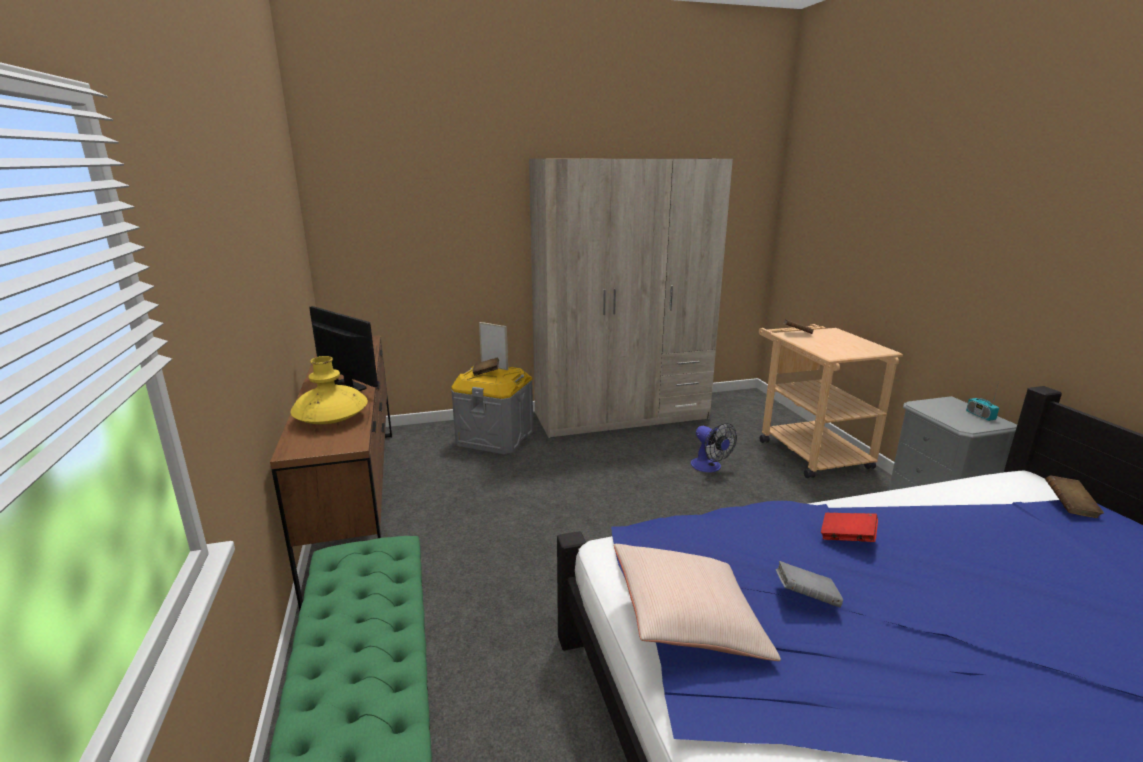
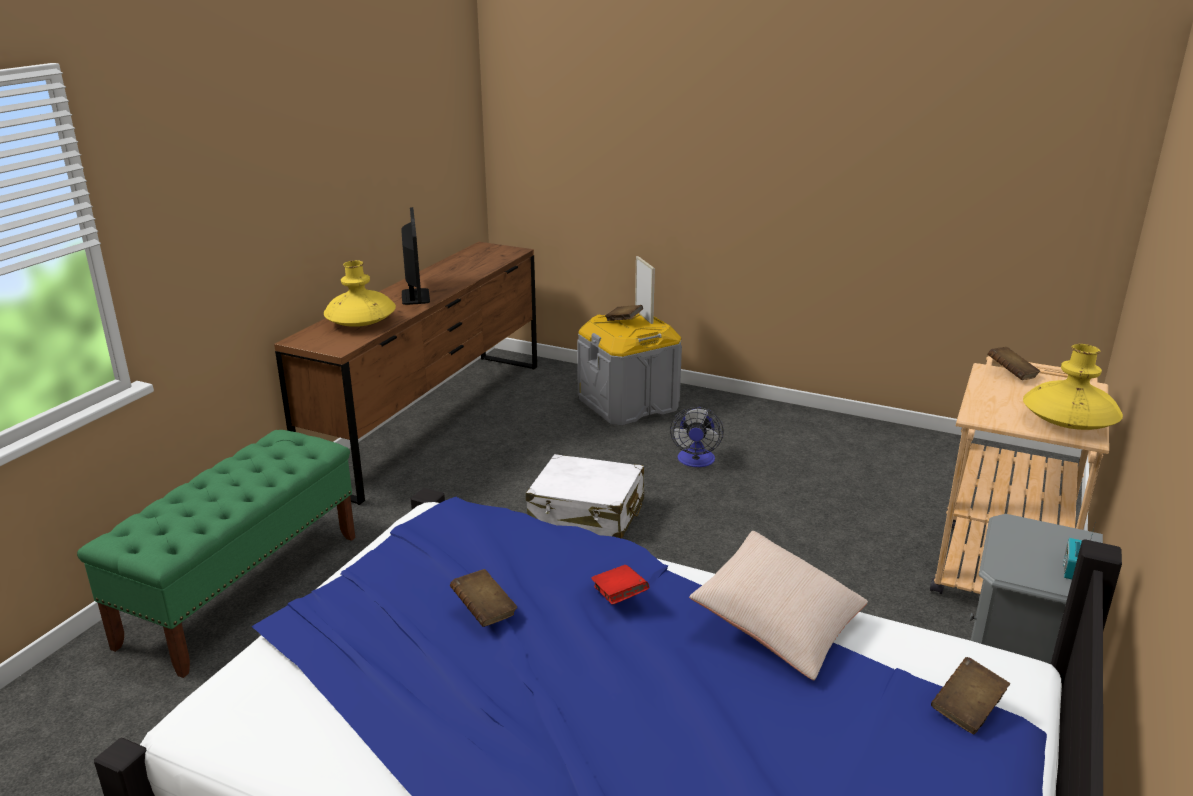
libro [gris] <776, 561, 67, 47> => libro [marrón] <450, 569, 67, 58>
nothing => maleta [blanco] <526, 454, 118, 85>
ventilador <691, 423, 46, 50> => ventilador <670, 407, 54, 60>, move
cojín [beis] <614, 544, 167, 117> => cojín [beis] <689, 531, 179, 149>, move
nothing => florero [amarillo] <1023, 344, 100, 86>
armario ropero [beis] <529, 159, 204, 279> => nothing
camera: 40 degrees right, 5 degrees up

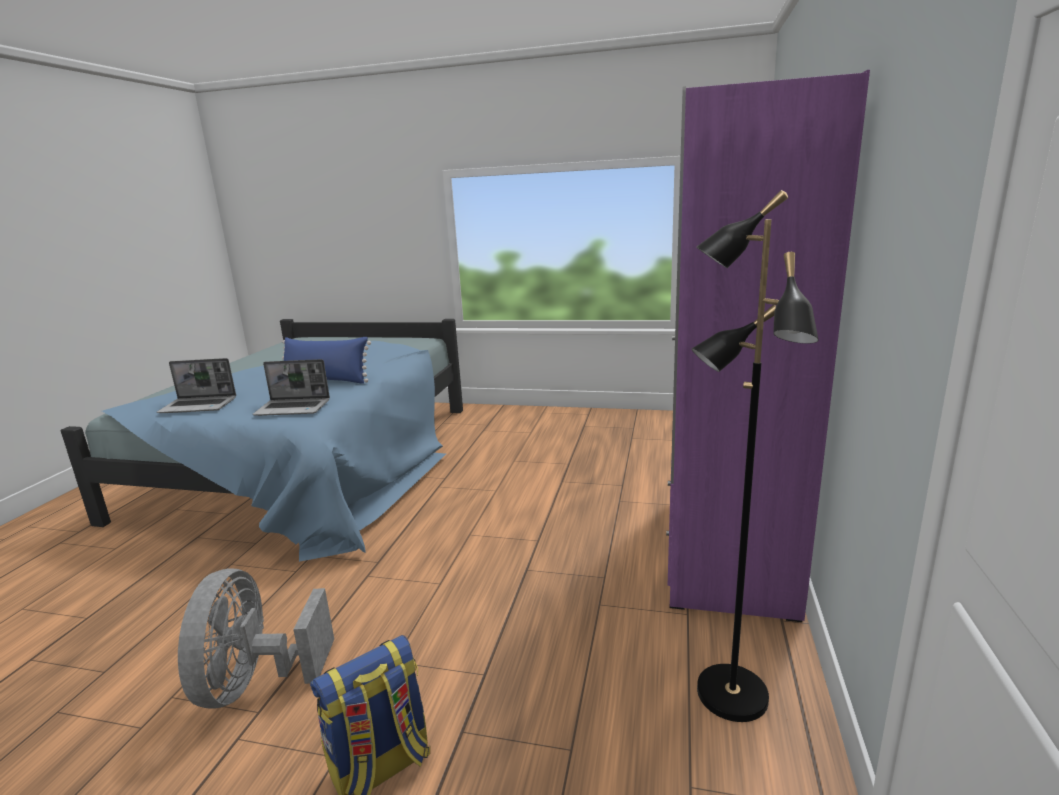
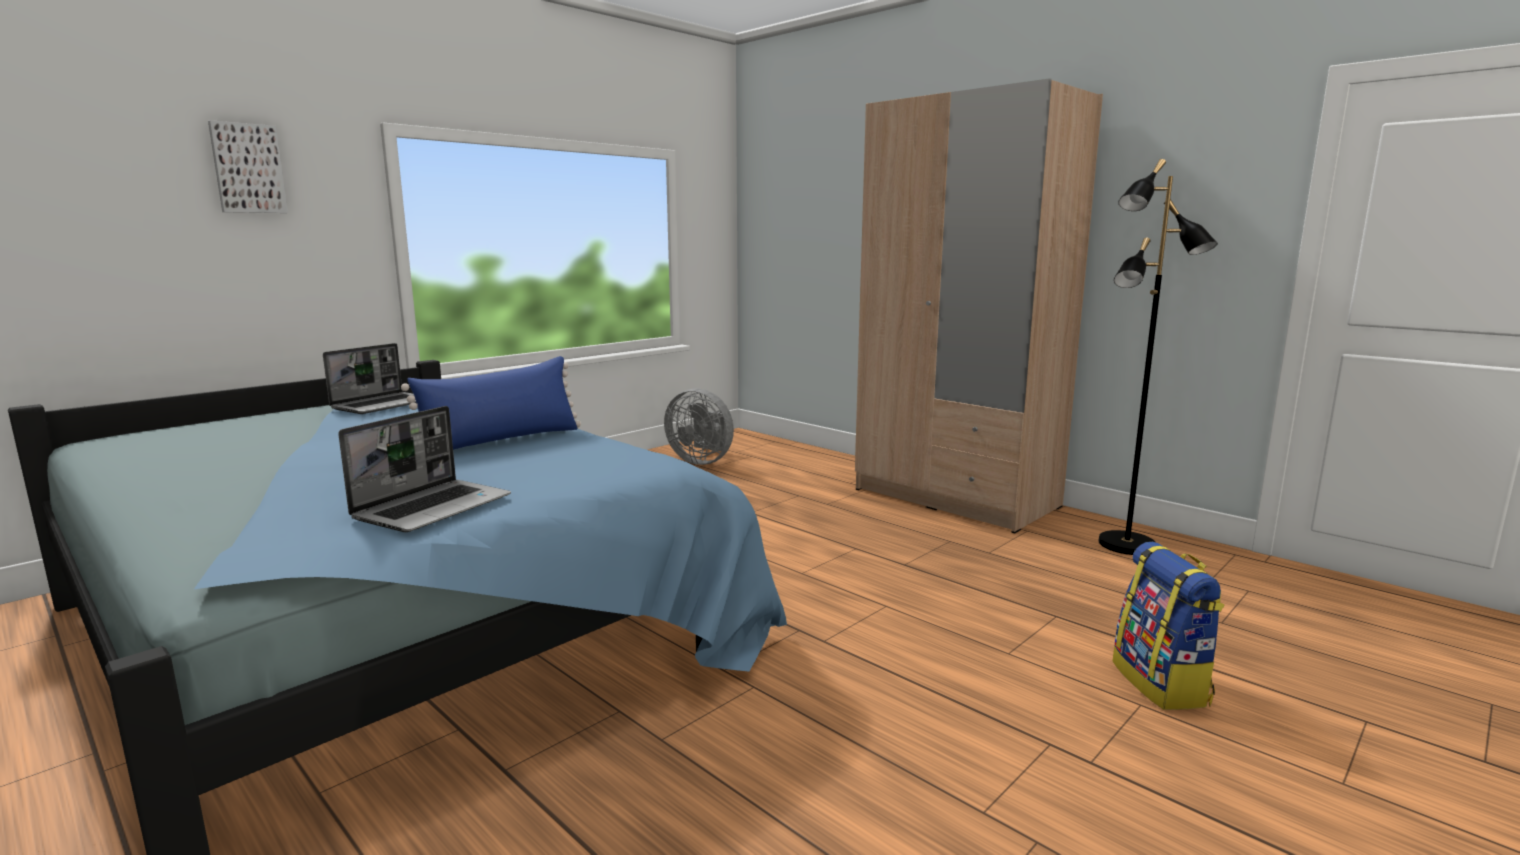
nothing => cuadro <208, 120, 80, 93>
portátil <253, 359, 77, 57> => portátil <323, 343, 93, 71>, move
ventilador [gris] <178, 569, 156, 140> => ventilador [gris] <664, 389, 70, 76>, move
armario ropero [morado] <666, 70, 204, 552> => armario ropero [beis] <855, 78, 248, 455>
camera: 60 degrees left, 5 degrees down

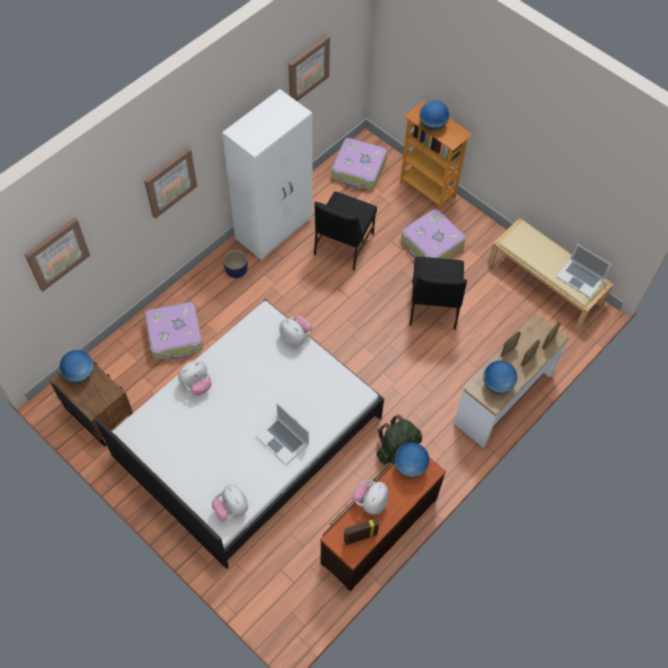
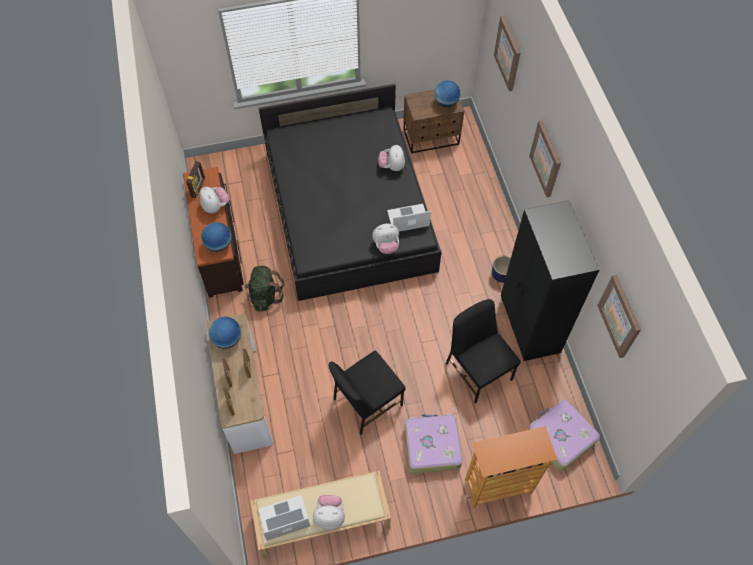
cama [blanco] <95, 299, 289, 270> => cama [negro] <259, 84, 183, 217>
peluche <212, 485, 36, 36> => peluche <313, 495, 32, 35>, move
silla [negro] <409, 257, 58, 73> => silla [negro] <328, 351, 77, 84>, 75 degrees counterclockwise
portátil <255, 403, 54, 62> => portátil <387, 204, 44, 28>, move
armario ropero [blanco] <222, 89, 91, 171> => armario ropero [negro] <501, 200, 98, 161>
maleta <145, 302, 58, 58> => nothing
globo terráqueo <420, 100, 29, 31> => nothing
camera: 125 degrees right, 0 degrees up

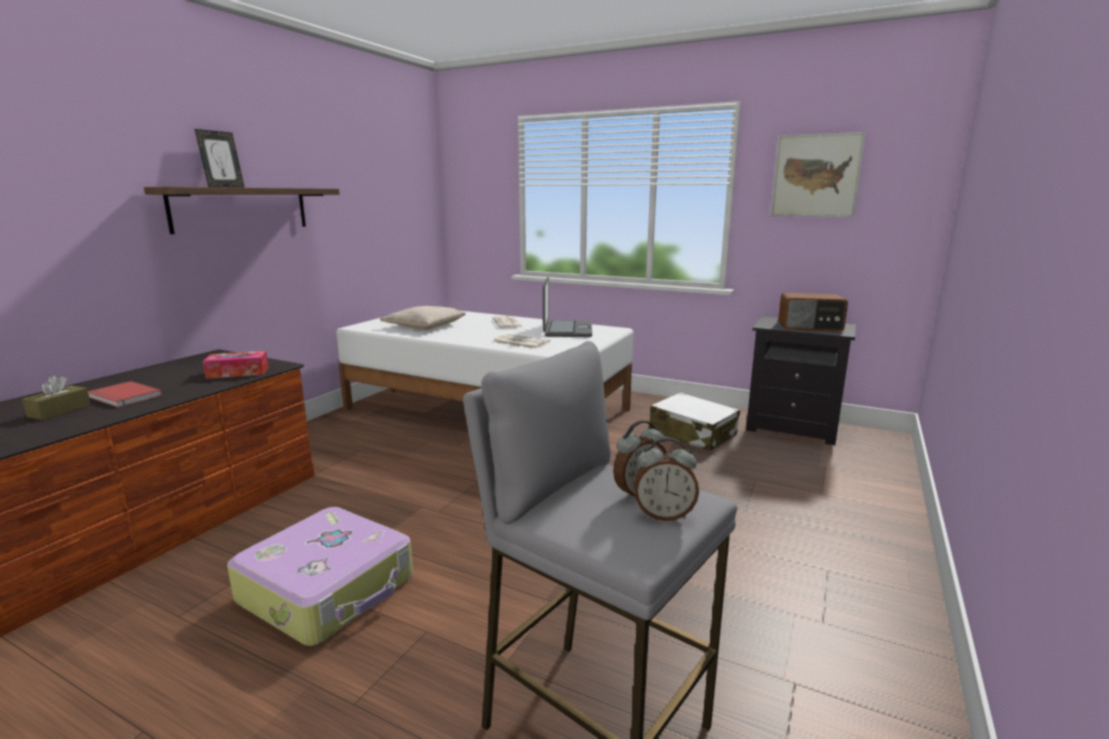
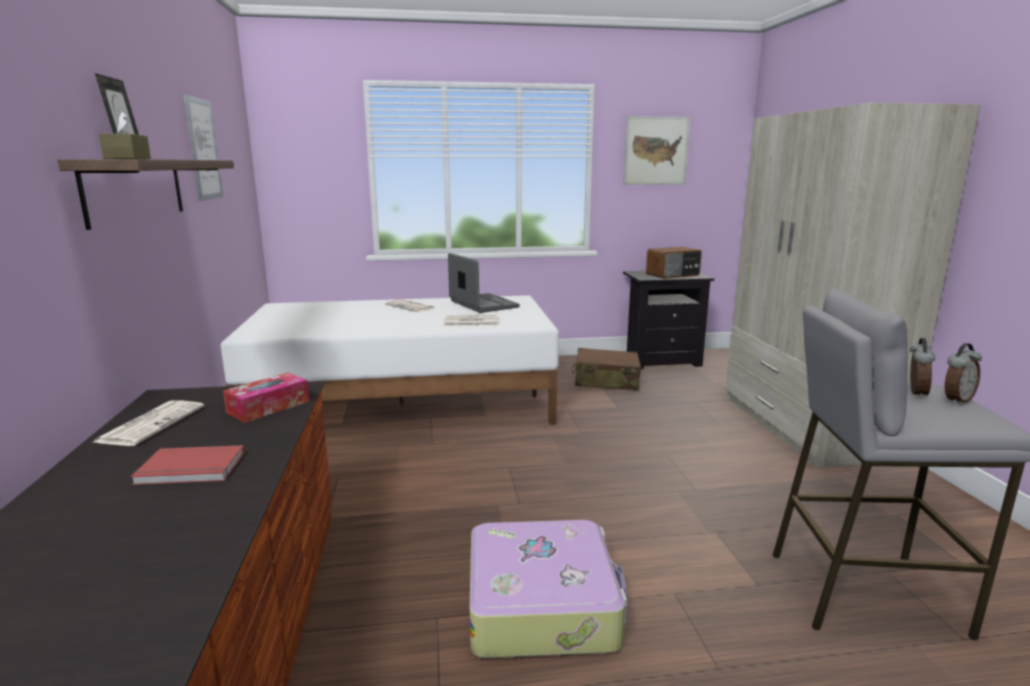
nothing => periódico <93, 400, 111, 46>
caja de pañuelos [marrón] <22, 375, 68, 45> => caja de pañuelos [marrón] <99, 112, 52, 47>, move
nothing => cuadro <183, 94, 40, 107>
maleta [blanco] <649, 392, 91, 59> => maleta [marrón] <572, 348, 69, 43>
nothing => armario ropero [beis] <726, 103, 254, 364>
cojín [beis] <380, 306, 86, 24> => nothing
camera: 35 degrees left, 0 degrees up

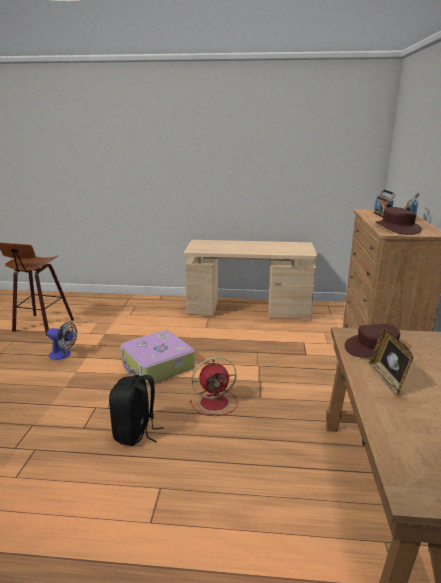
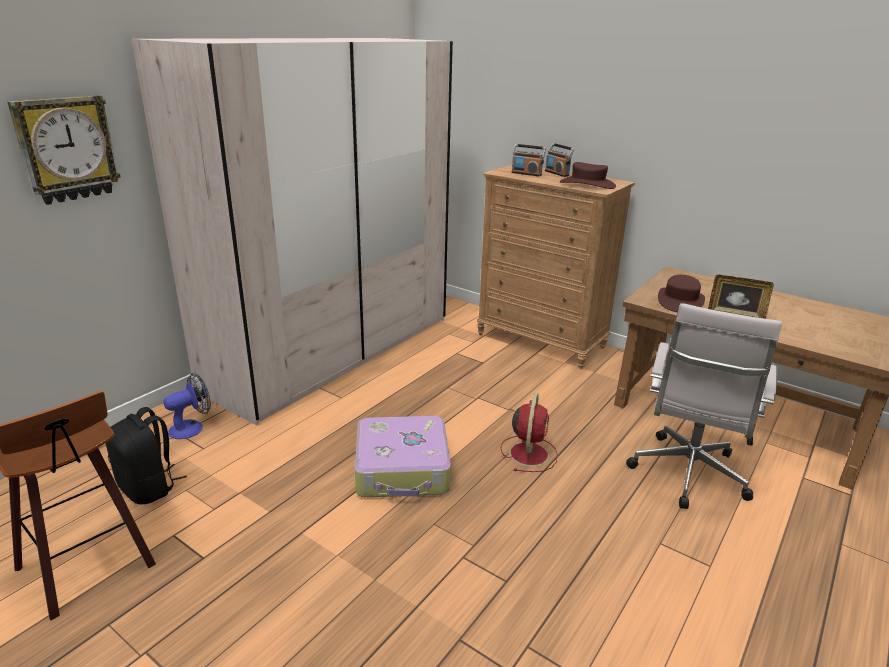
nothing => reloj de pared <7, 95, 114, 110>
mochila [negro] <109, 375, 55, 71> => mochila [negro] <105, 407, 82, 98>, move
escritorio [beis] <184, 240, 133, 79> => armario ropero [beis] <132, 38, 321, 388>
ventilador <47, 322, 30, 38> => ventilador <163, 373, 48, 66>, move
nothing => silla de oficina [blanco] <626, 303, 156, 206>
camera: 60 degrees left, 5 degrees up

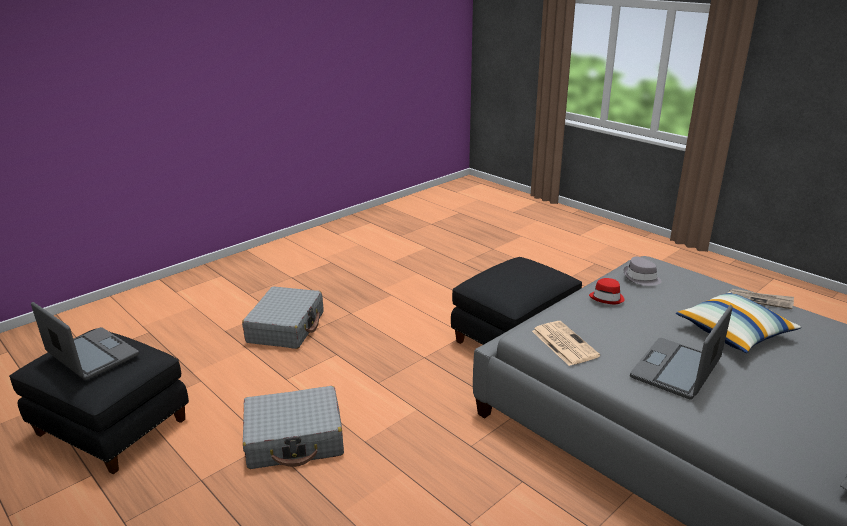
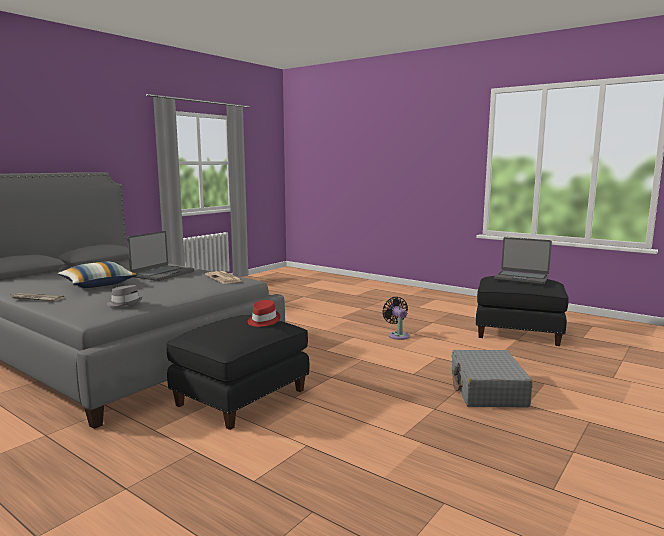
sombrero [rojo] <589, 278, 36, 26> => sombrero [rojo] <248, 300, 32, 27>, move
maleta [gris] <243, 386, 101, 83> => ventilador [negro] <382, 297, 28, 43>
camera: 170 degrees right, 15 degrees down

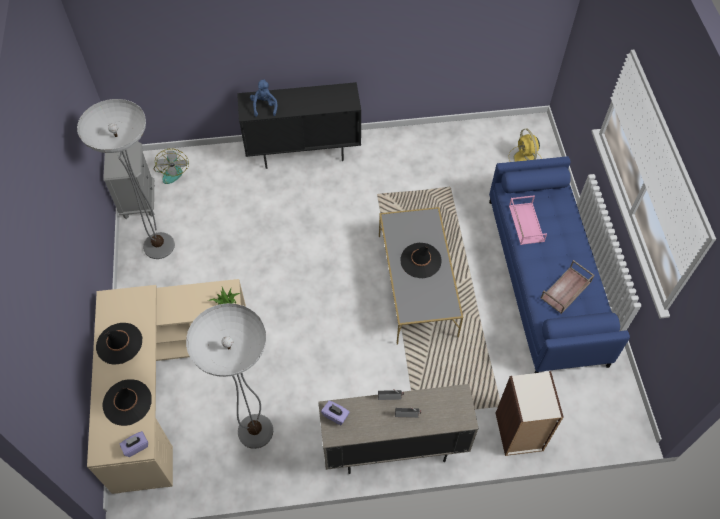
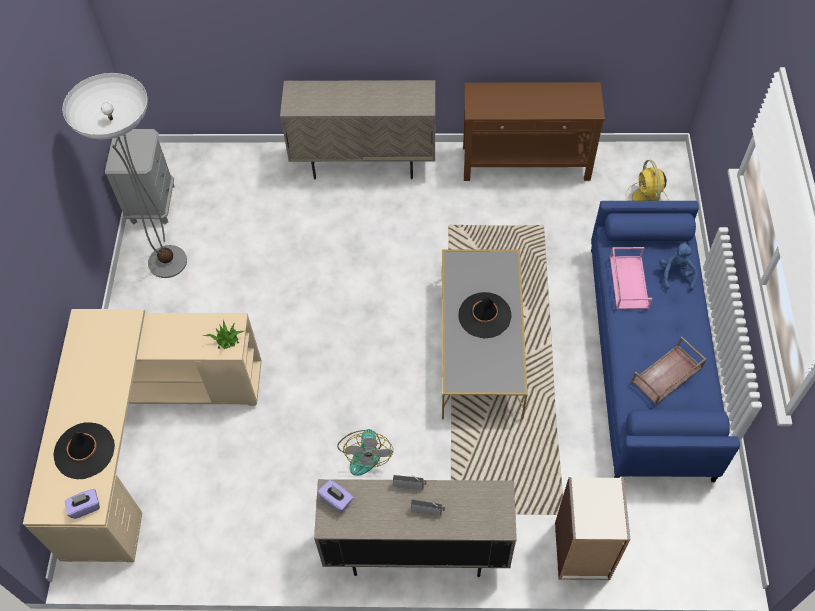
armario [negro] <237, 82, 124, 87> => armario [beis] <280, 80, 155, 99>
ventilador <154, 148, 35, 36> => ventilador <337, 429, 56, 47>, move
nothing => mesa consola [marrón] <463, 82, 142, 99>
peluche [azul] <250, 79, 27, 38> => peluche [azul] <659, 242, 39, 49>, move
sombrero [negro] <96, 323, 46, 42> => nothing
lámpara de pie <186, 303, 87, 146> => nothing
camera: 10 degrees right, 0 degrees up

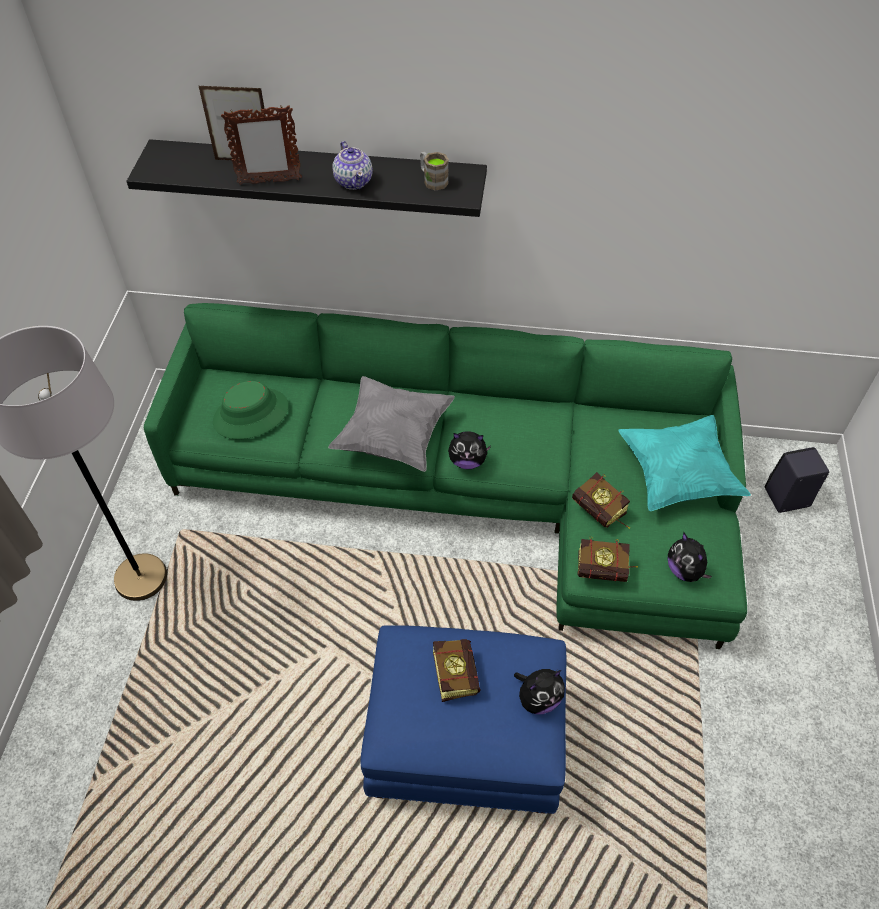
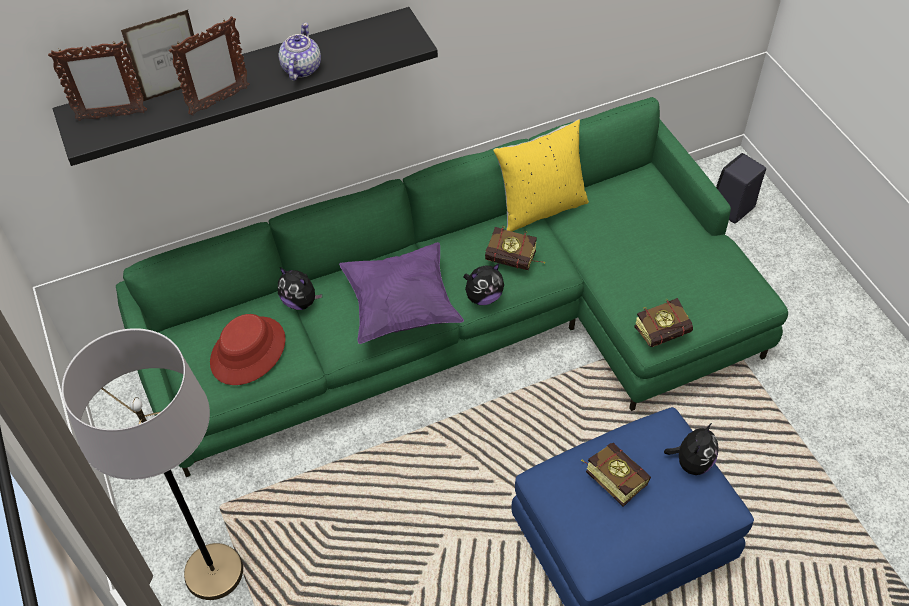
nothing => portarretratos <48, 41, 99, 80>
sombrero [verde] <213, 381, 76, 58> => sombrero [rojo] <210, 314, 76, 71>
tetera <332, 141, 41, 49> => tetera <278, 23, 43, 58>, 120 degrees counterclockwise
peluche <668, 532, 44, 50> => peluche <278, 267, 44, 43>, move
cojín [gris] <328, 376, 127, 96> => cojín [morado] <339, 242, 125, 102>
libro <572, 472, 58, 57> => libro <485, 226, 60, 44>, move
nothing => cojín [amarillo] <493, 119, 96, 113>
taza grande [marrón] <420, 152, 29, 39> => nothing
cojín [turquesa] <618, 415, 133, 96> => nothing
camera: 30 degrees left, 0 degrees up

